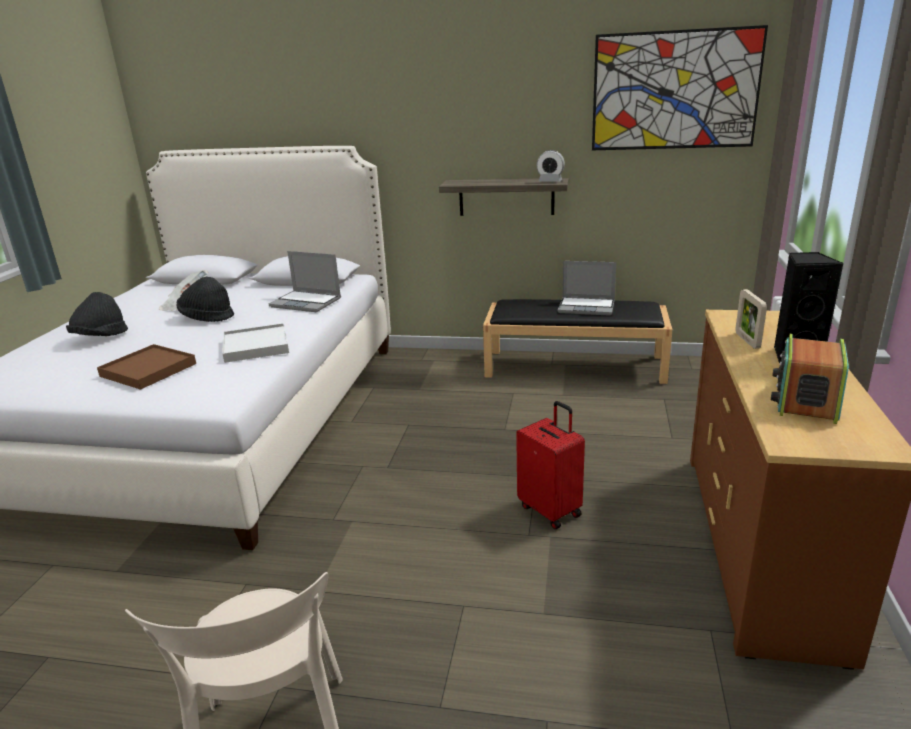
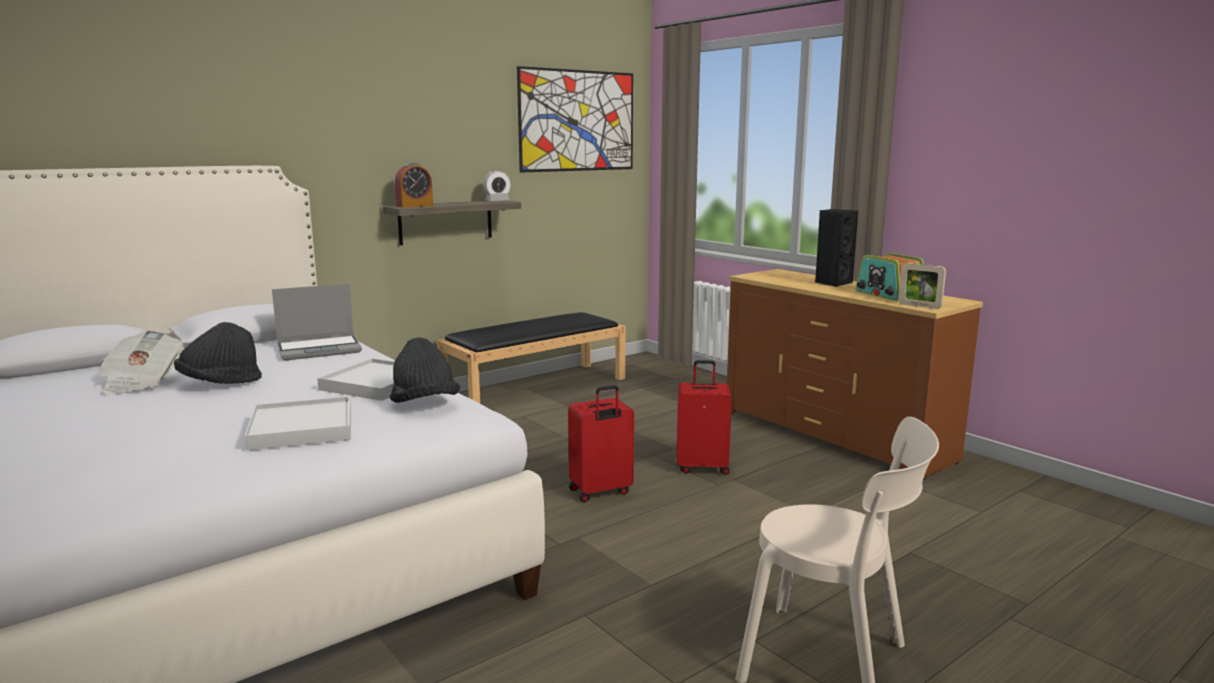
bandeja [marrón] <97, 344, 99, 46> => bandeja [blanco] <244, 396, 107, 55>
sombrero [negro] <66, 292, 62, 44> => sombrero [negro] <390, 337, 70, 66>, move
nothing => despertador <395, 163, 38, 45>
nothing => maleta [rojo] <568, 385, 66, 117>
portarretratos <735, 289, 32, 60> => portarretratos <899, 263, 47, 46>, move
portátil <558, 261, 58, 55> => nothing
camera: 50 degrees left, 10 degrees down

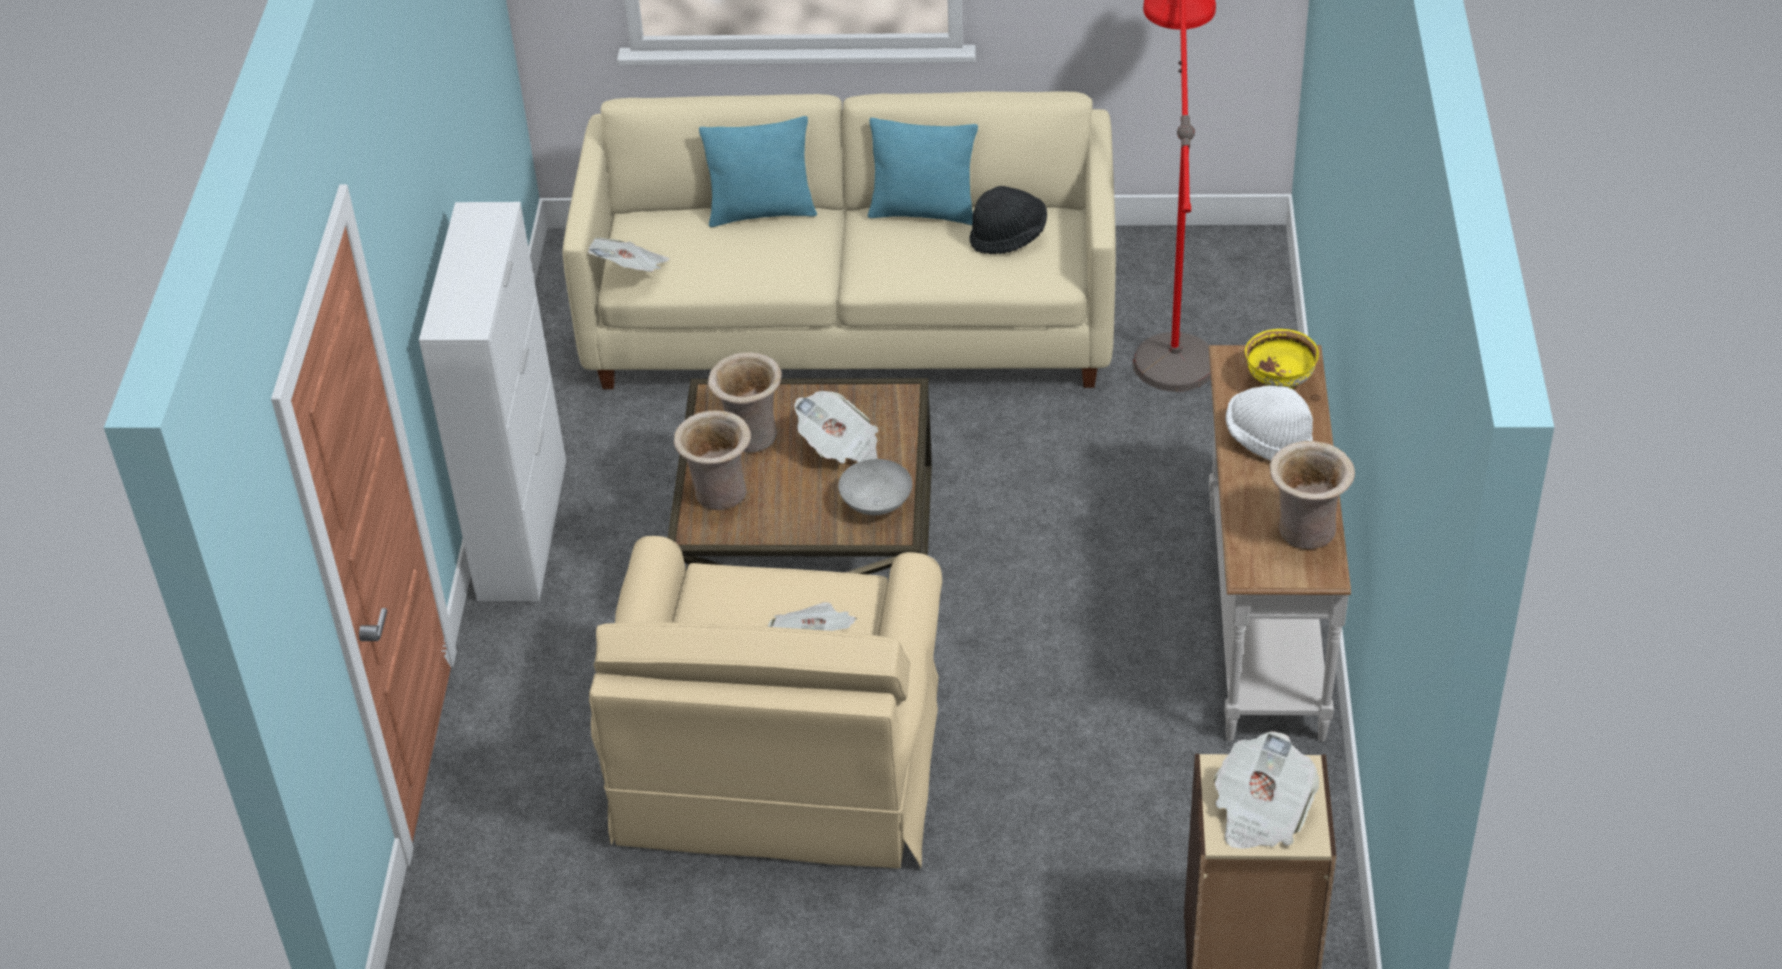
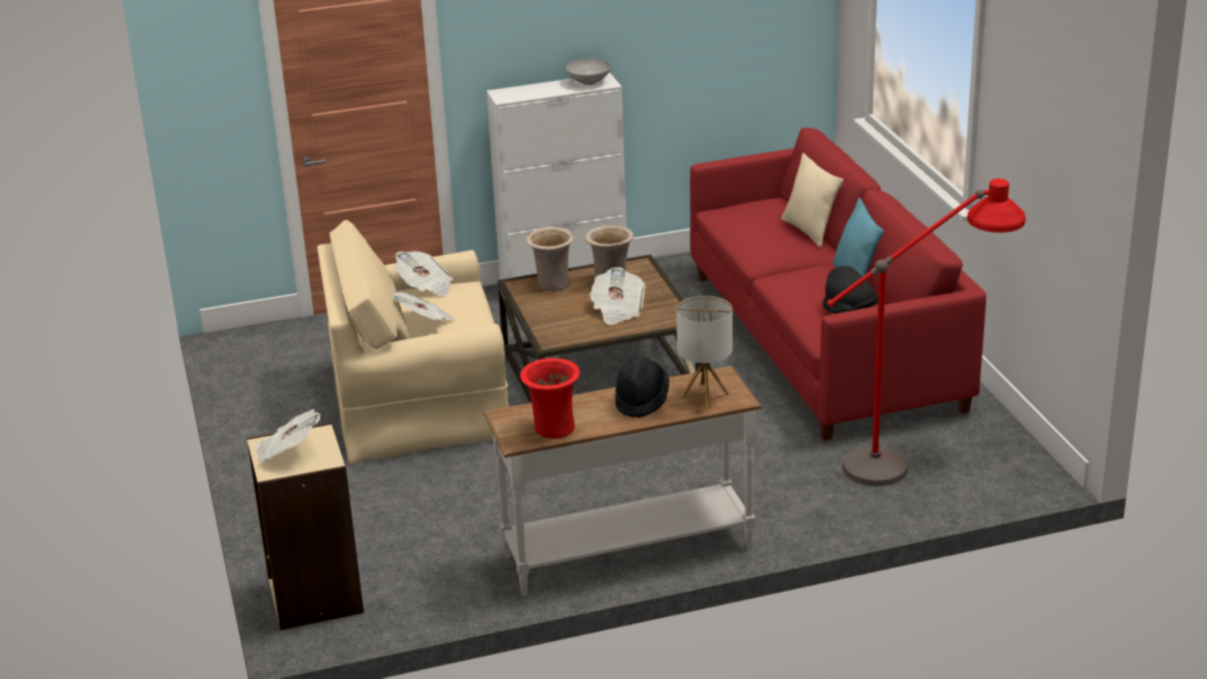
periódico <588, 237, 82, 35> => periódico <394, 251, 59, 45>, move
florero [beis] <1269, 441, 86, 108> => florero [rojo] <520, 358, 60, 81>
cuenco [gris] <838, 459, 74, 56> => cuenco [gris] <566, 58, 45, 27>, move
sombrero [blanco] <1225, 386, 88, 75> => sombrero [negro] <615, 356, 54, 62>
cuenco [amarillo] <1245, 329, 74, 60> => lámpara de mesa <676, 296, 57, 113>
sofá [beis] <562, 91, 554, 298> => sofá [rojo] <690, 128, 296, 313>
cojín [turquesa] <699, 116, 118, 111> => cojín [beis] <781, 153, 62, 94>
camera: 70 degrees right, 15 degrees down

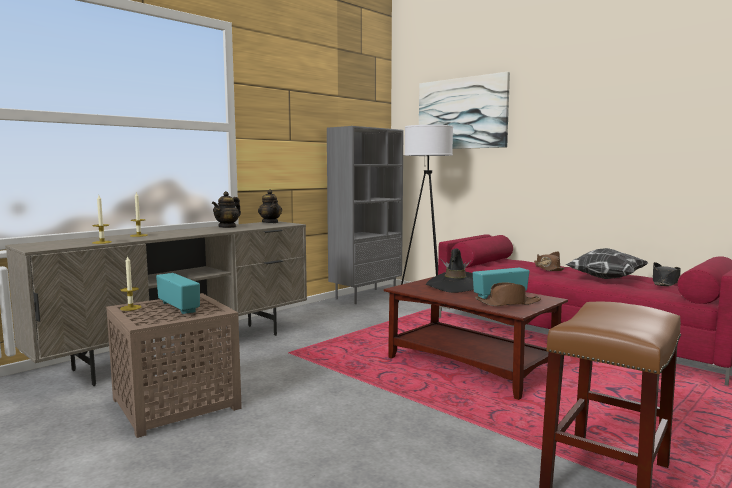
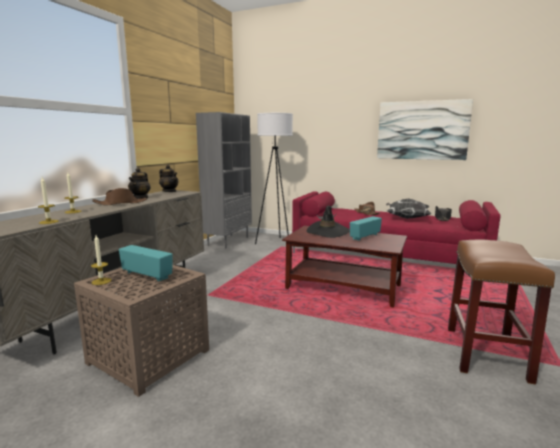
sombrero [marrón] <475, 282, 66, 24> => sombrero [marrón] <92, 188, 55, 18>, move
cuadro <419, 72, 91, 77> => cuadro <377, 99, 96, 61>, move
camera: 20 degrees left, 5 degrees up

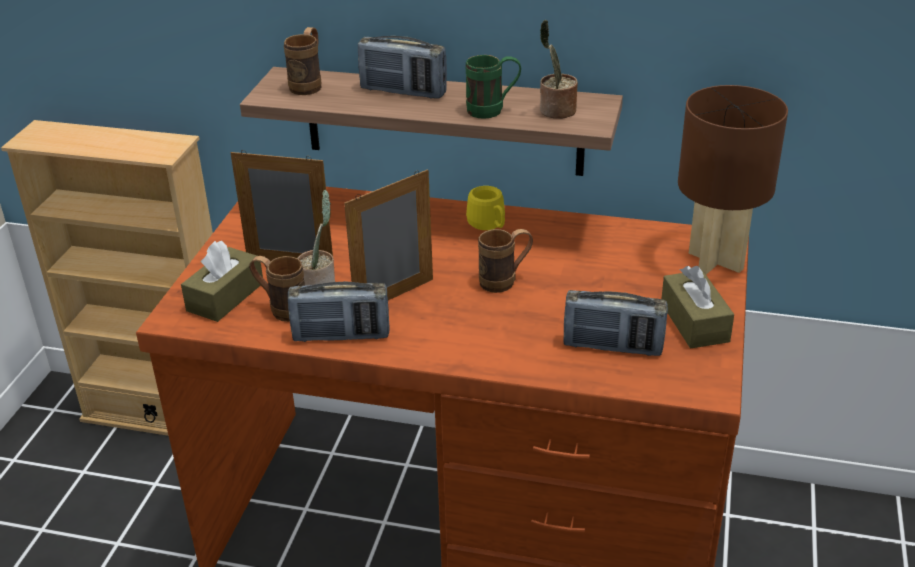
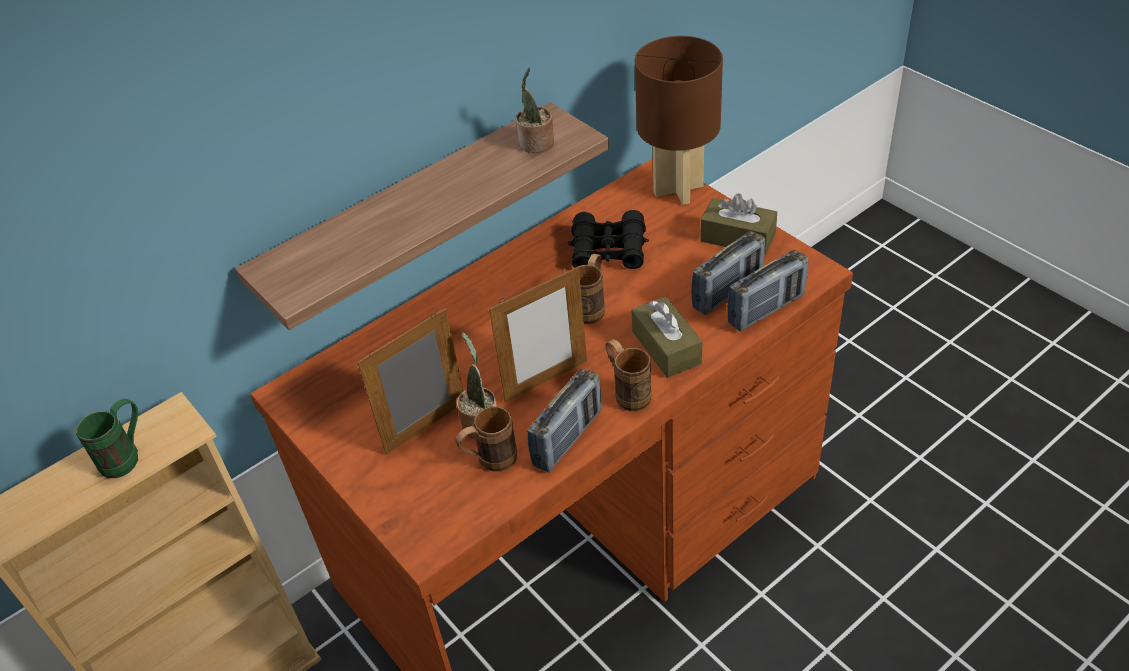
taza grande [verde] <465, 55, 56, 64> => taza grande [verde] <76, 399, 62, 79>, move
portarretratos <344, 169, 89, 131> => portarretratos <489, 267, 98, 135>, 120 degrees counterclockwise
nothing => prismáticos [negro] <568, 210, 81, 59>
taza grande [marrón] <284, 27, 37, 68> => taza grande [marrón] <605, 339, 47, 72>, move
caja de pañuelos [marrón] <181, 241, 82, 81> => caja de pañuelos [marrón] <631, 296, 71, 82>, move
radio <358, 36, 89, 63> => radio <727, 250, 81, 81>, move
taza grande [amarillo] <466, 186, 39, 44> => nothing
camera: 50 degrees left, 10 degrees up

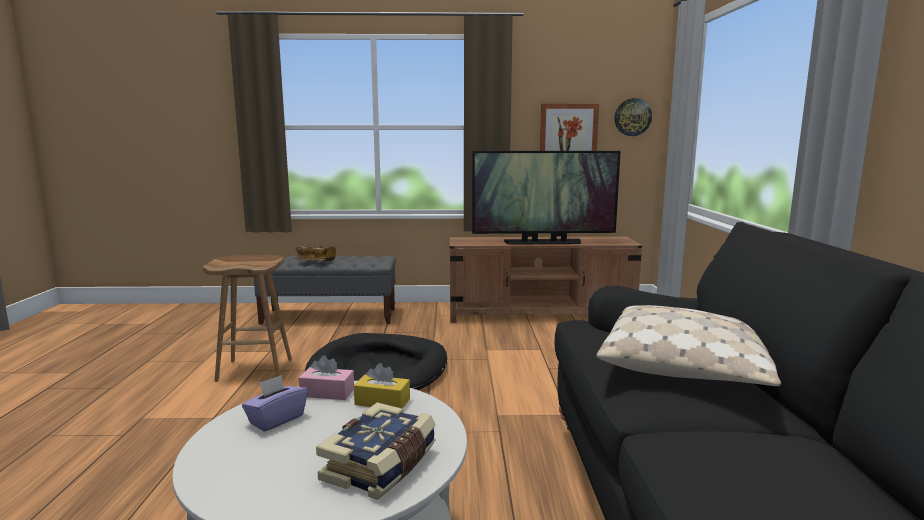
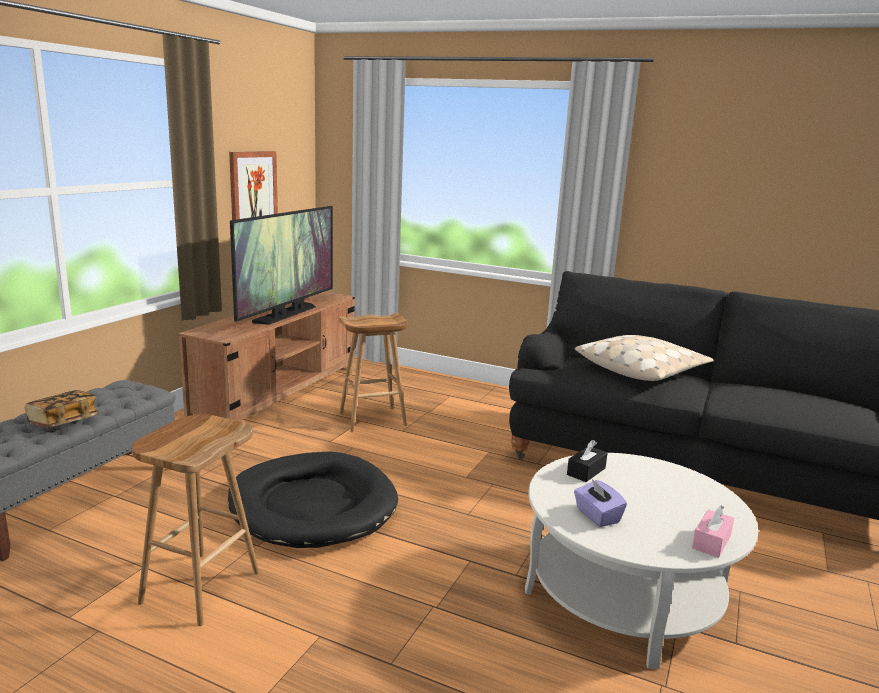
nothing => taburete [marrón] <339, 313, 69, 119>
caja de pañuelos [amarillo] <354, 363, 56, 46> => caja de pañuelos [negro] <567, 440, 41, 42>
caja de pañuelos [rosa] <299, 355, 55, 45> => caja de pañuelos [rosa] <692, 505, 42, 53>, move
libro <316, 402, 120, 98> => nothing
reloj de pared <615, 98, 37, 38> => nothing
camera: 65 degrees left, 5 degrees up

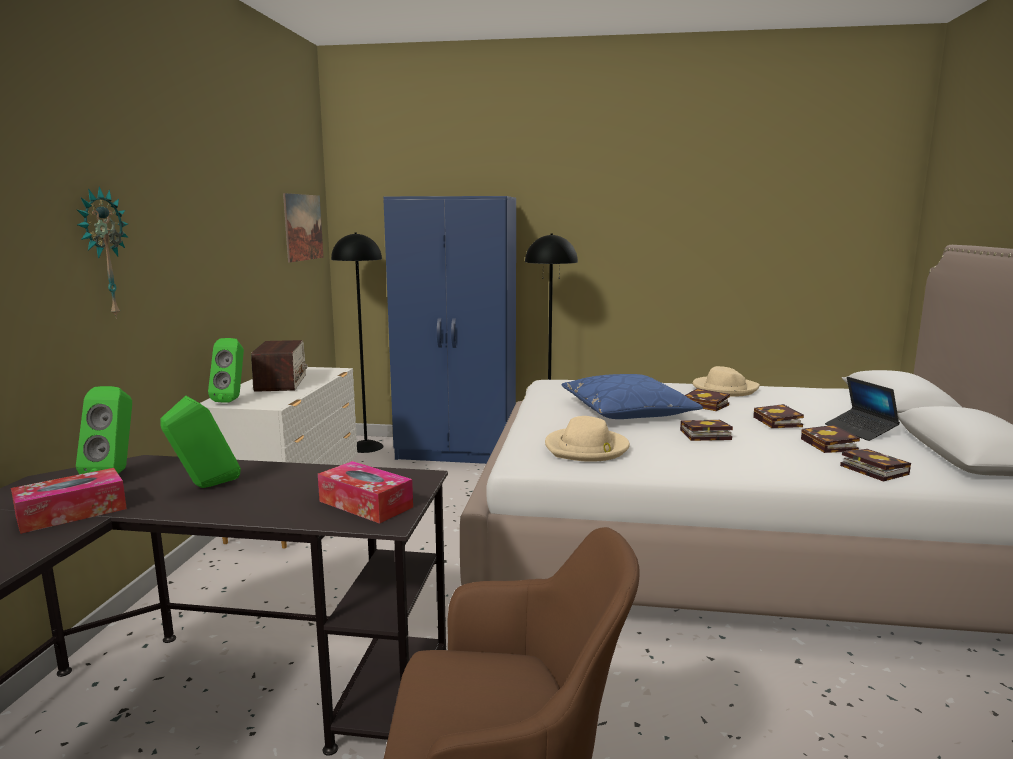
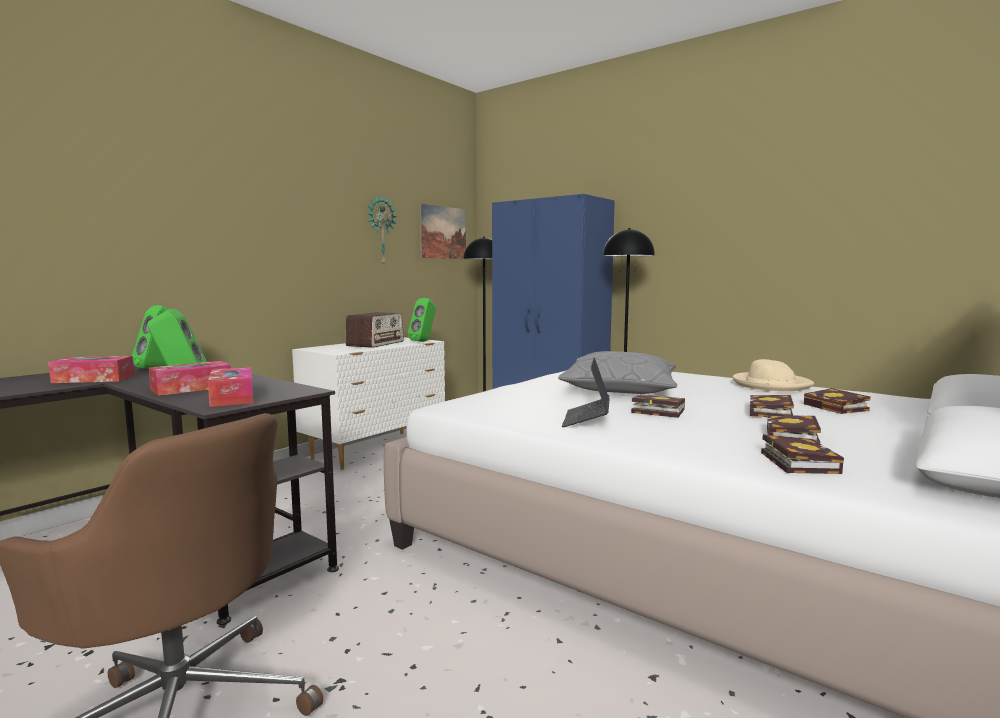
nothing => caja de pañuelos <149, 361, 82, 35>
reloj de pared <77, 186, 52, 133> => reloj de pared <367, 196, 30, 69>, move
altavoz [verde] <208, 338, 36, 65> => altavoz [verde] <408, 298, 28, 44>, move
cojín [azul] <562, 374, 141, 45> => cojín [gris] <558, 351, 119, 43>
portátil <825, 377, 75, 64> => portátil <562, 357, 48, 70>, move
libro <685, 388, 45, 23> => libro <804, 388, 66, 26>, move
sombrero [beis] <545, 416, 85, 46> => nothing
camera: 30 degrees right, 5 degrees down

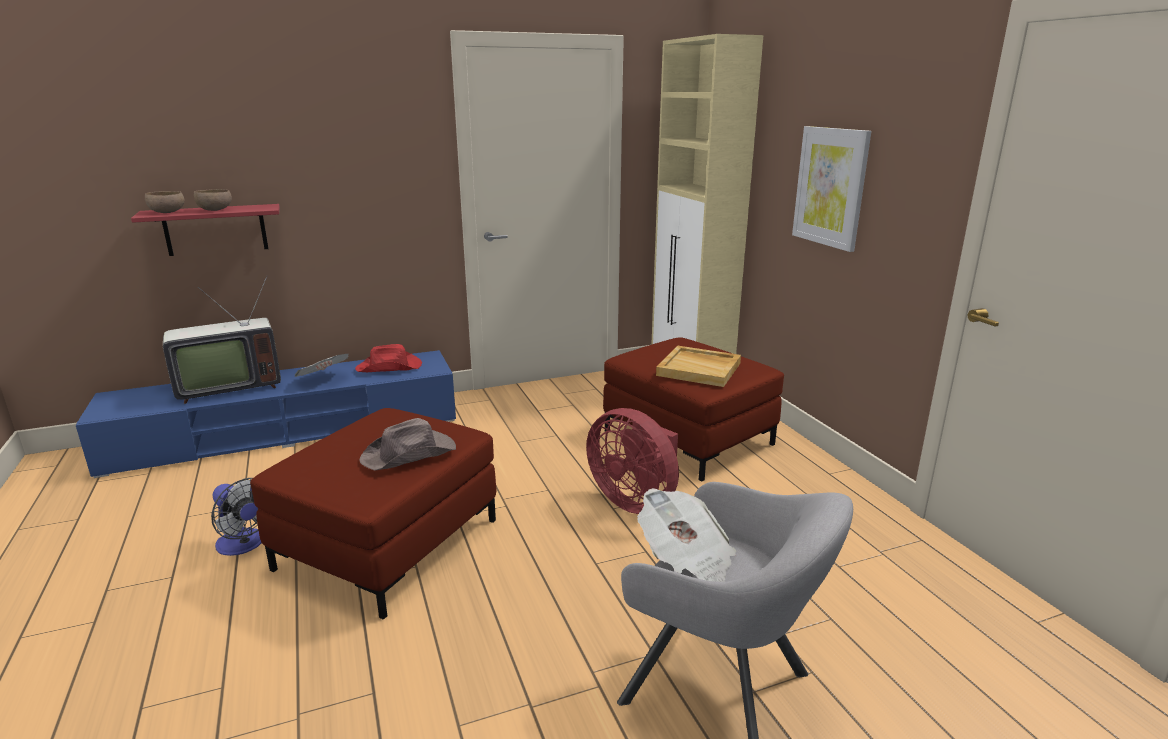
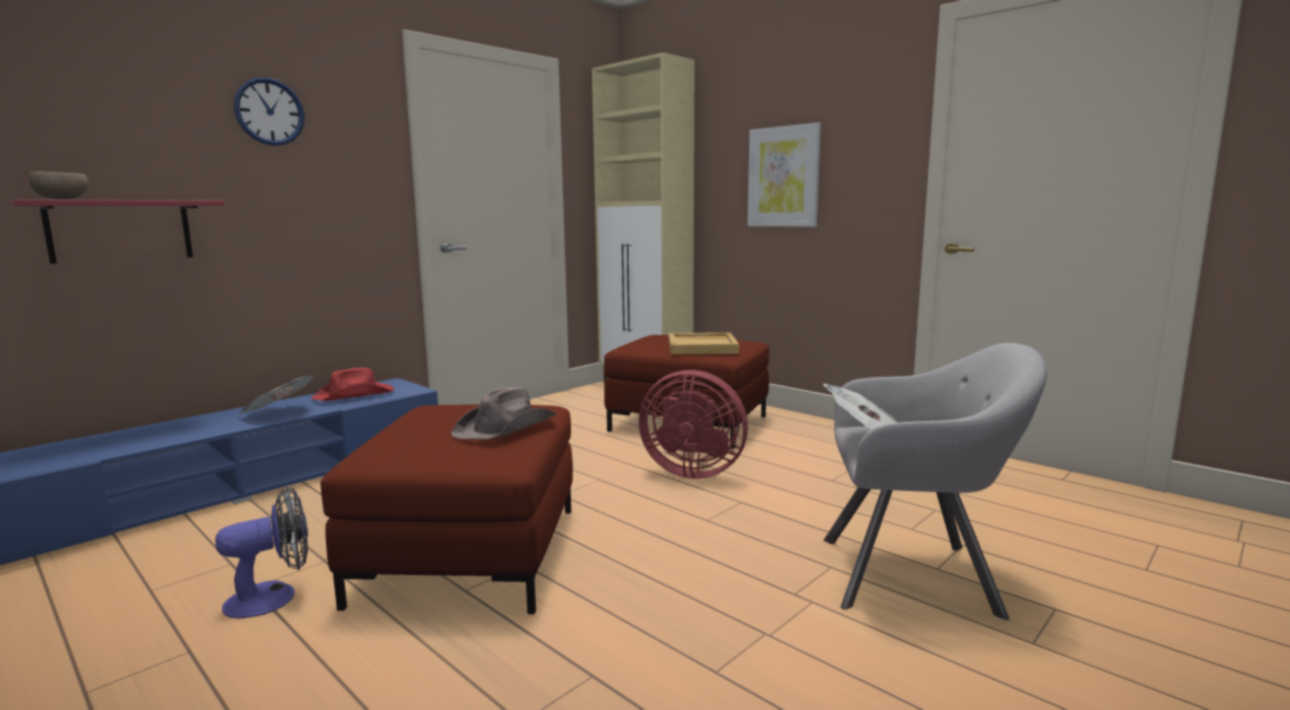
ventilador <211, 478, 50, 78> => ventilador <215, 487, 93, 131>, 45 degrees counterclockwise
nothing => reloj de pared <234, 77, 71, 69>
televisor <163, 276, 118, 128> => nothing
cuenco [marrón] <194, 189, 38, 22> => nothing
camera: 25 degrees left, 10 degrees down

